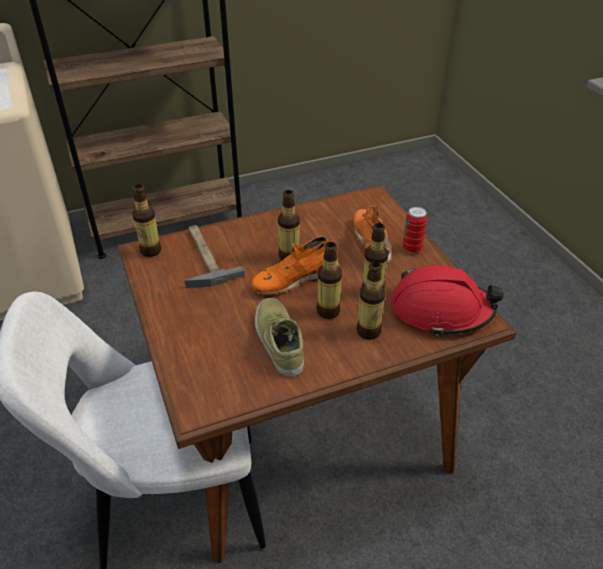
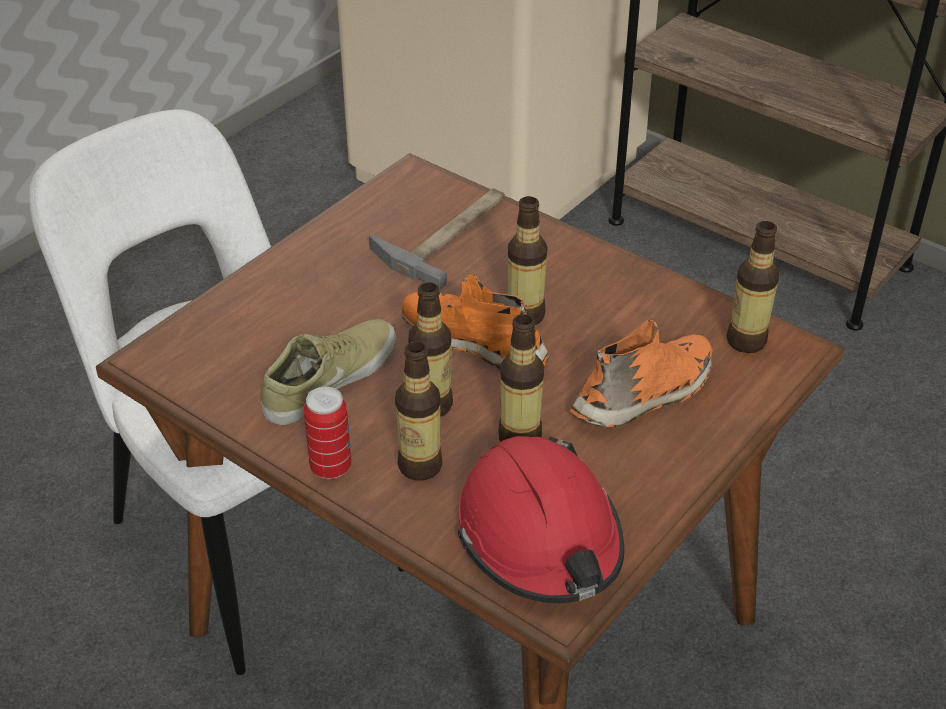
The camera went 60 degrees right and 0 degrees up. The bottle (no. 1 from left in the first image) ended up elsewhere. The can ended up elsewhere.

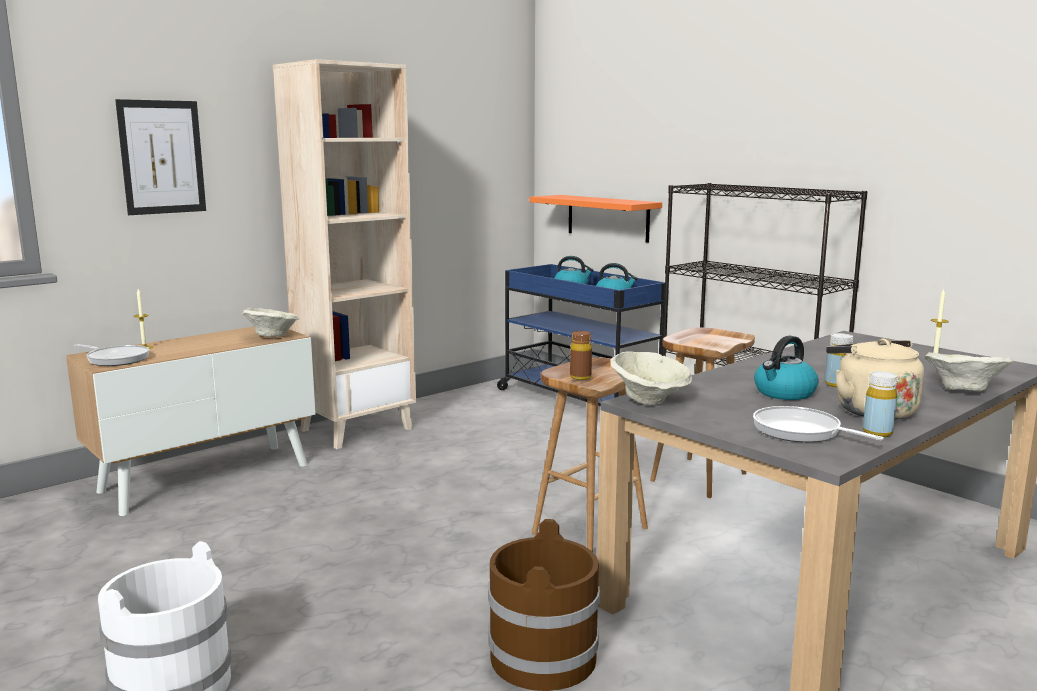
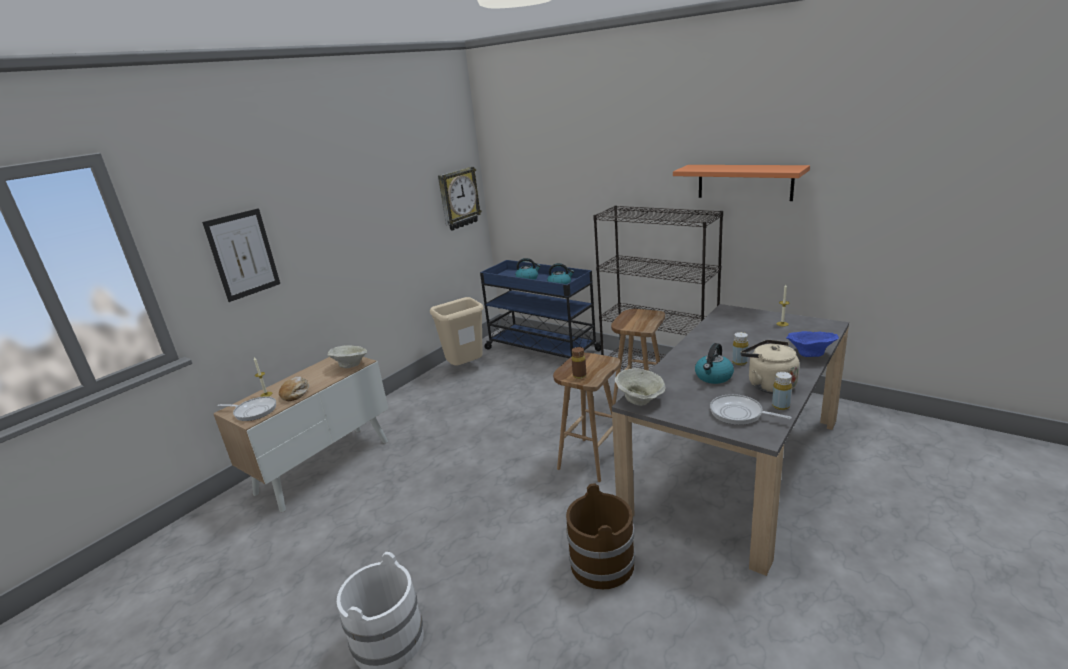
The camera went 10 degrees left and 10 degrees up. The second view lost the beige bookcase. The orange shelf ended up elsewhere. What was the beige bowl (no. 3 from left) turned into the blue bowl. The second view gained the bread. The second view gained the beige trash can. The second view gained the wall clock.

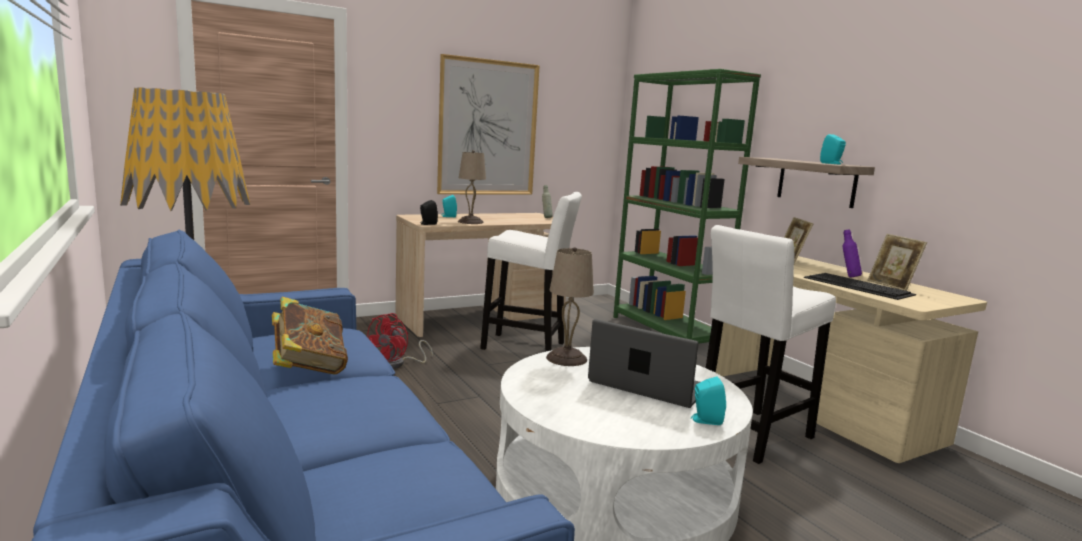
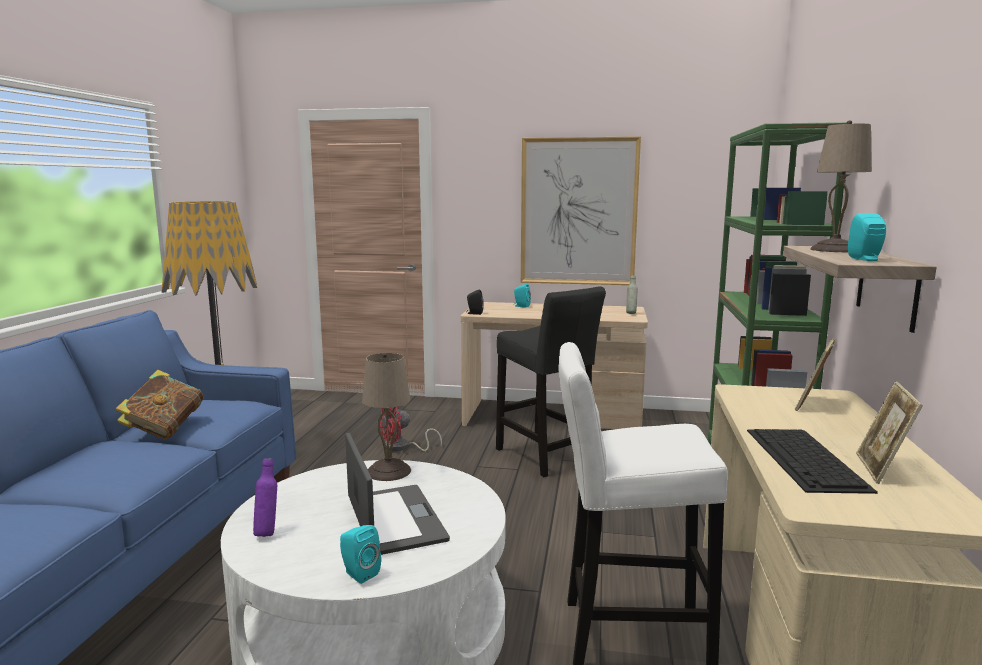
The camera went 40 degrees right and 0 degrees up. The beige table lamp (no. 1 from left in the first image) ended up elsewhere. What was the white stool (no. 1 from left) turned into the black stool. The purple bottle ended up elsewhere.

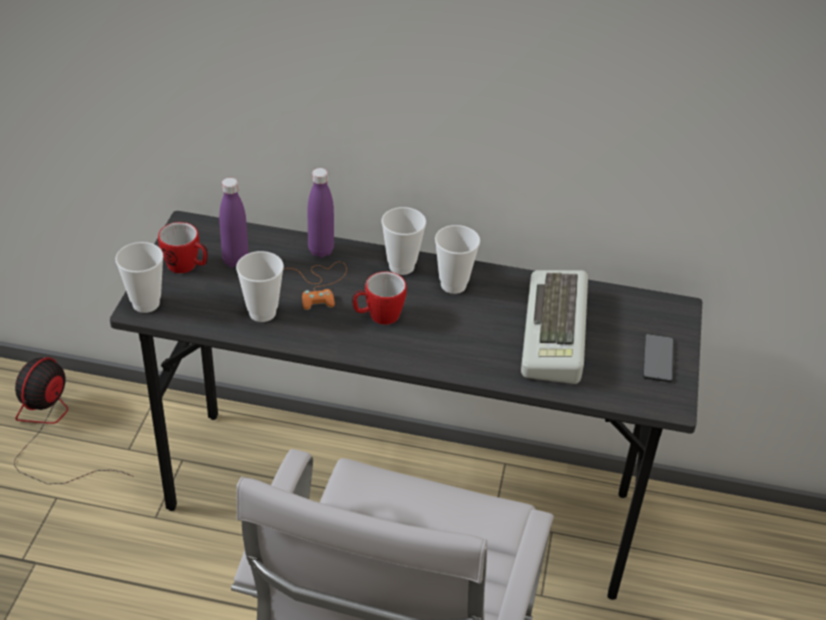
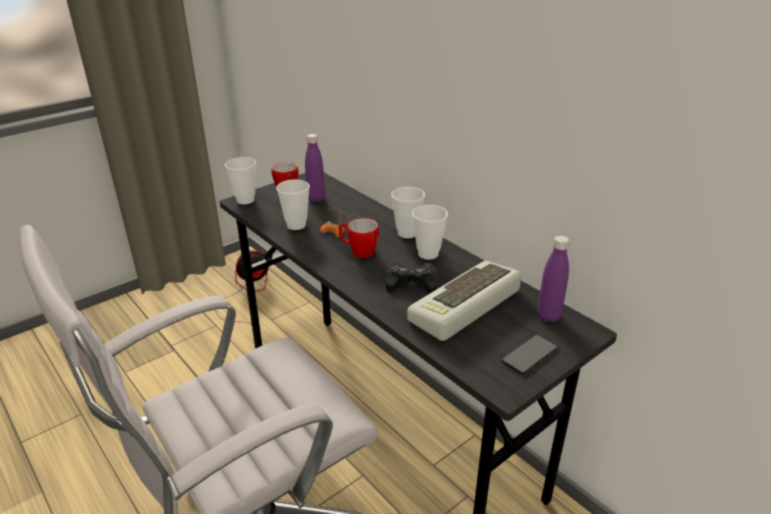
The camera went 40 degrees right and 10 degrees down. The purple bottle (no. 2 from left) ended up elsewhere. The second view gained the black game controller.

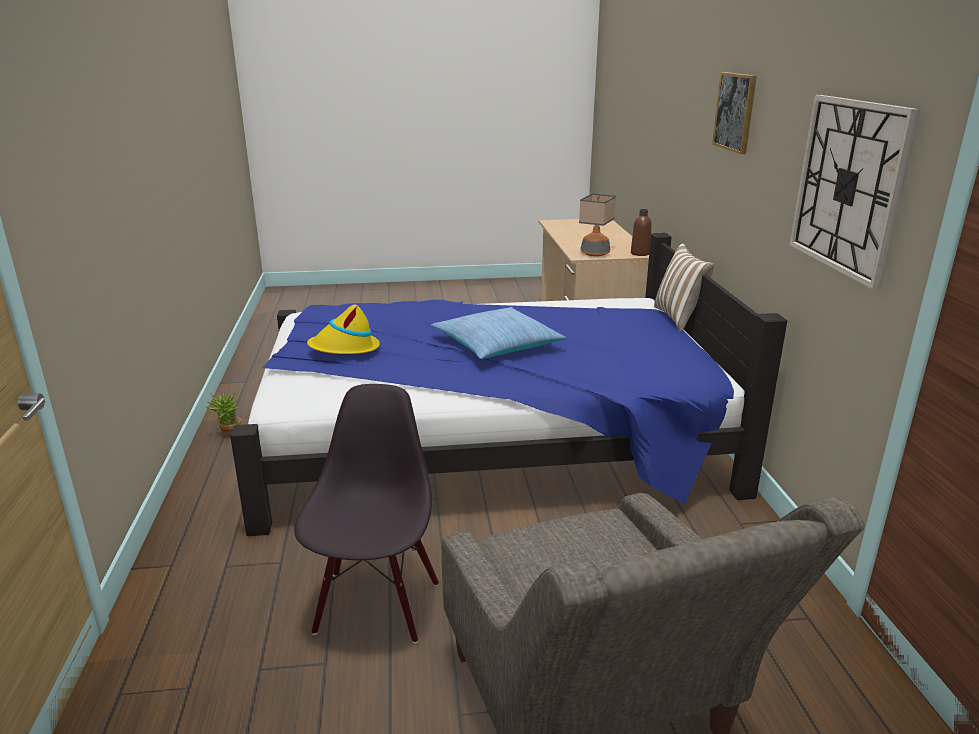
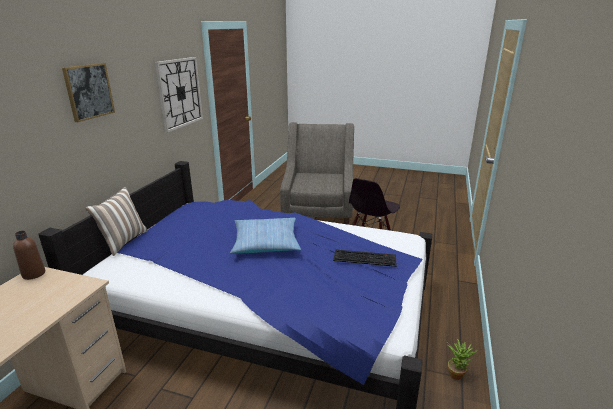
The camera went 155 degrees left and 0 degrees up. Where the yellow hat stood, the keyboard came to stand. The second view lost the table lamp.

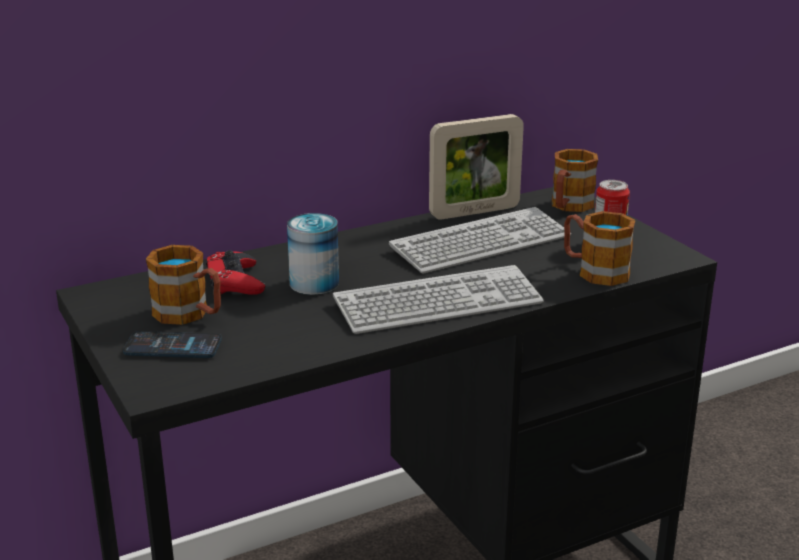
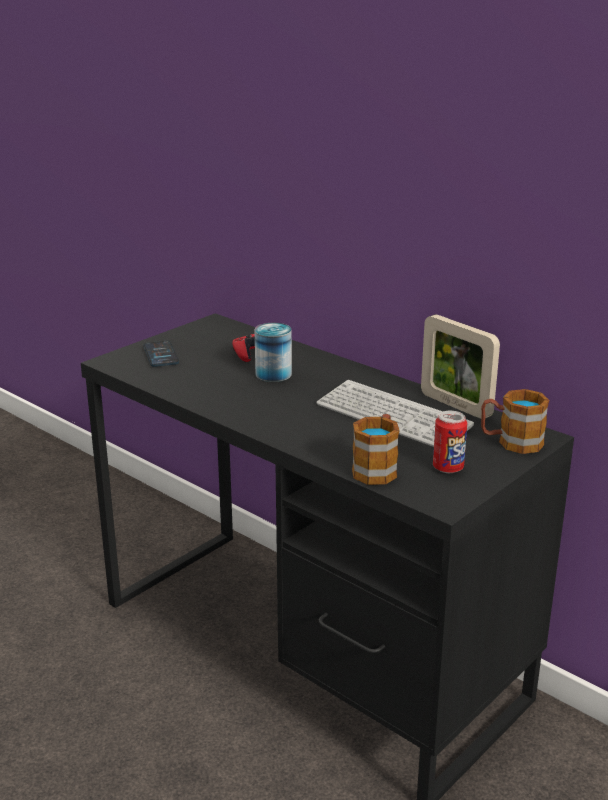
The camera went 70 degrees right and 0 degrees up. The second view lost the mug (no. 1 from left). The second view lost the keyboard (no. 1 from left).

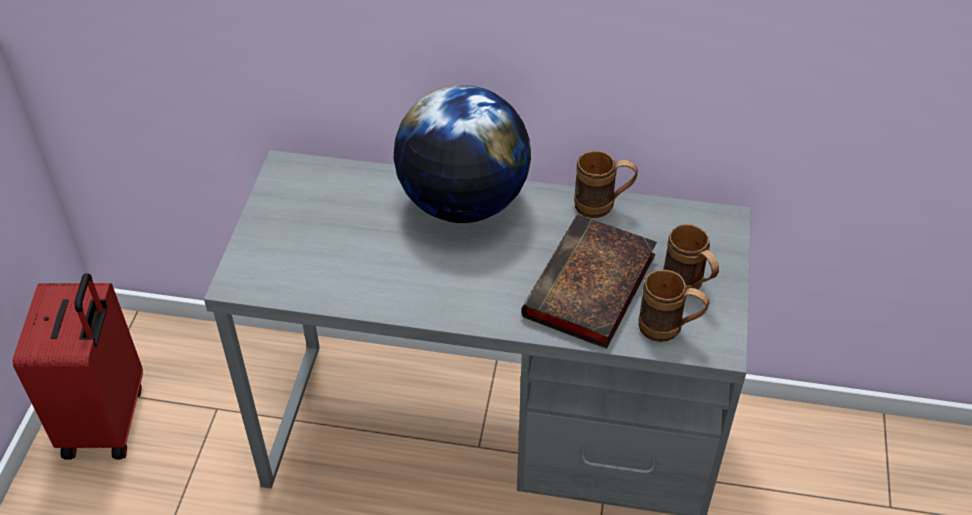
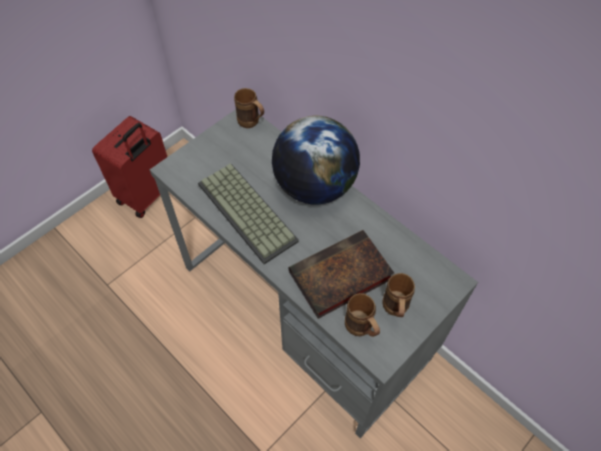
The camera went 35 degrees right and 10 degrees up. The brown mug (no. 1 from left) ended up elsewhere. The second view gained the keyboard.

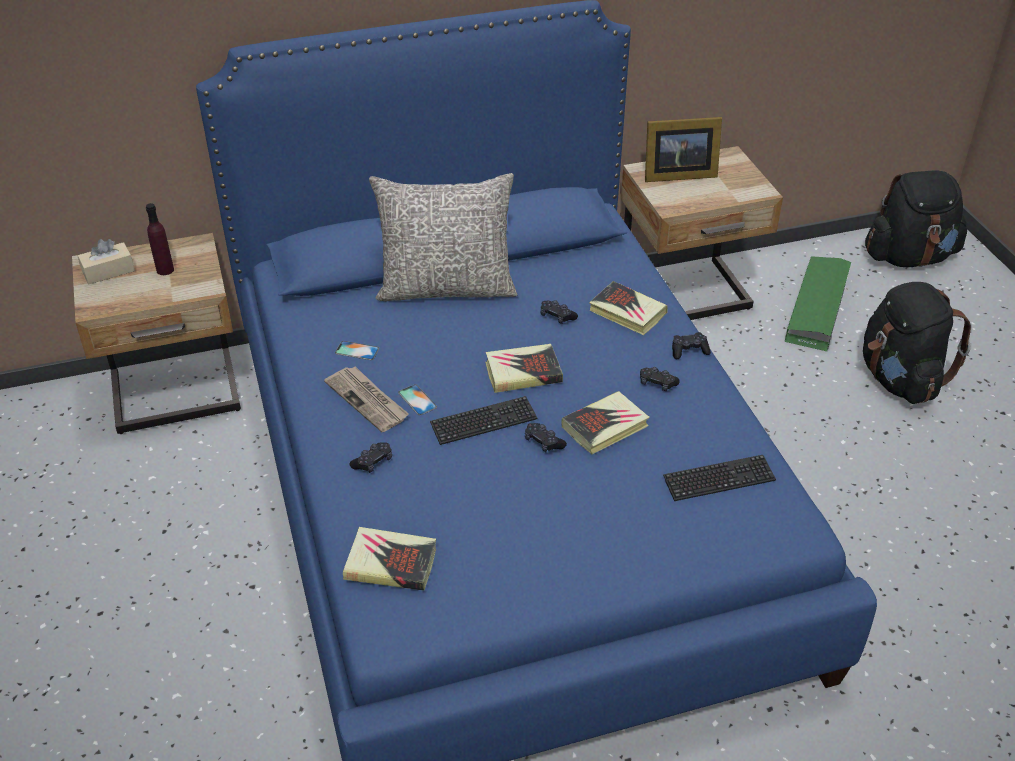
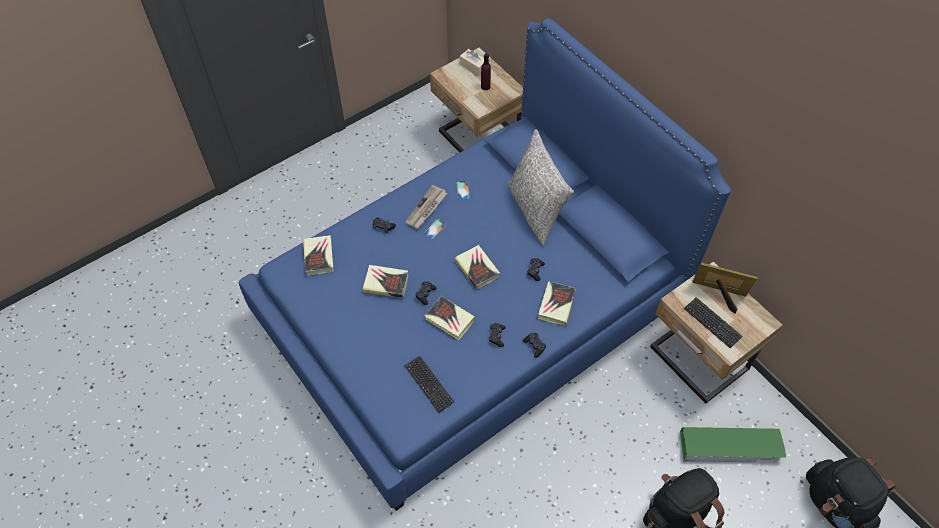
The camera went 70 degrees right and 15 degrees up. The keyboard (no. 1 from left in the first image) ended up elsewhere. The picture frame ended up facing another way, 135 degrees clockwise from before. The second view gained the book (no. 2 from left).

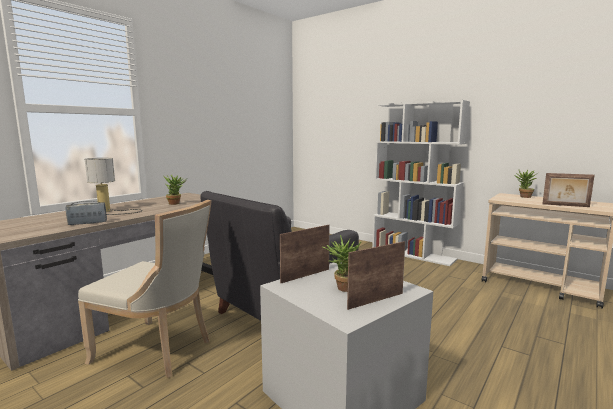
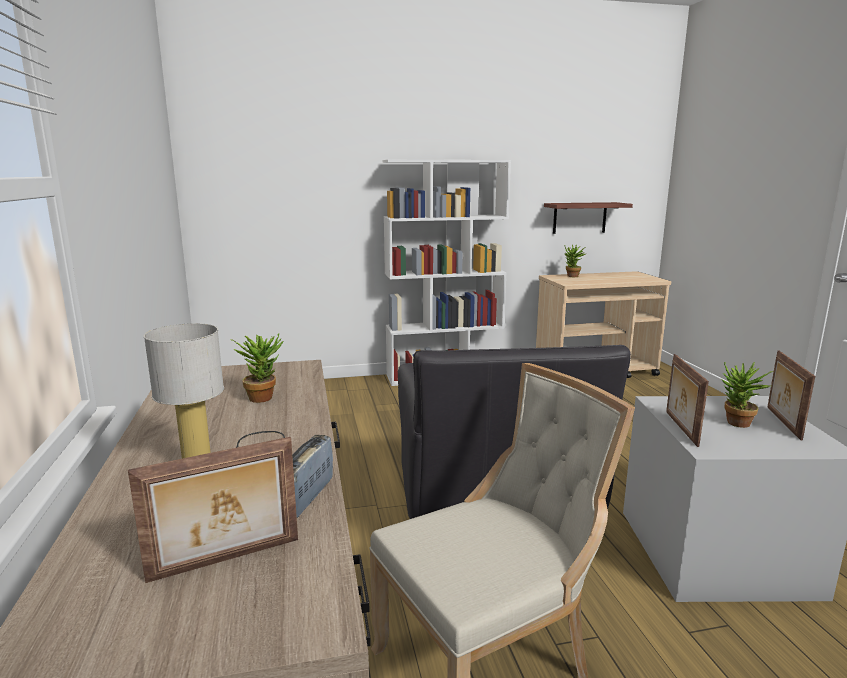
The camera went 50 degrees left and 5 degrees up. The picture frame (no. 3 from left in the first image) ended up elsewhere. The second view gained the shelf.

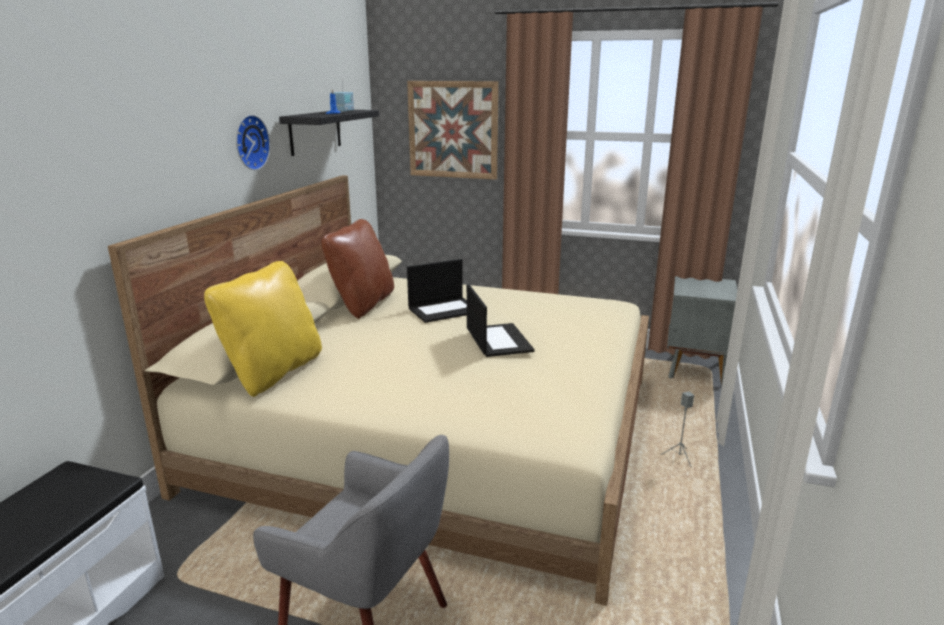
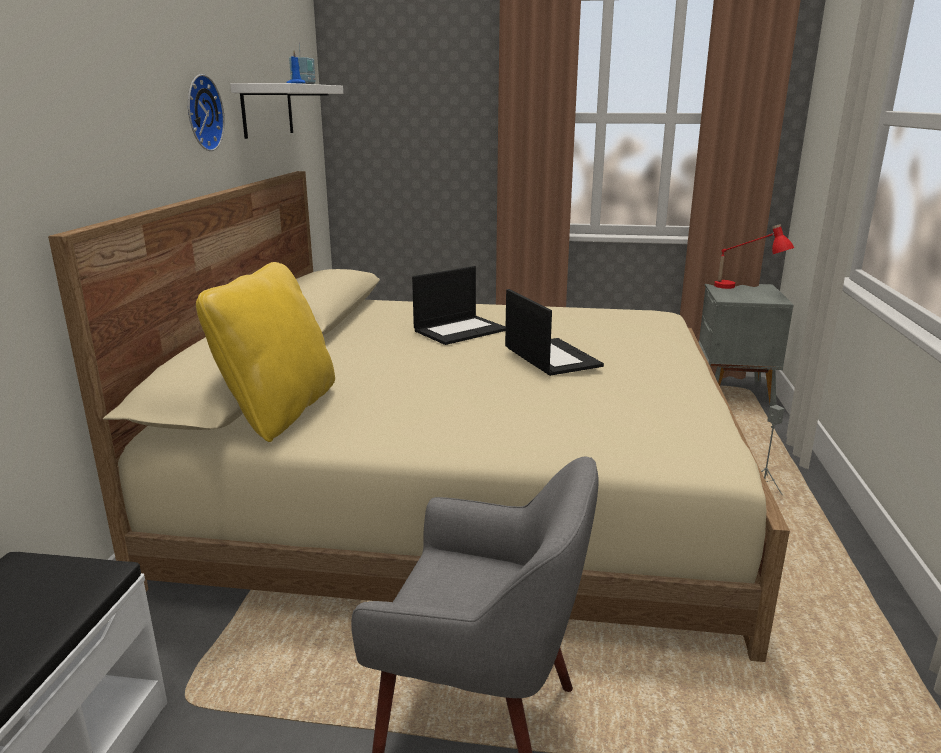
The camera went 10 degrees left and 0 degrees up. What was the black shelf turned into the white shelf. The second view lost the brown pillow. The second view lost the picture. The second view gained the red table lamp.

